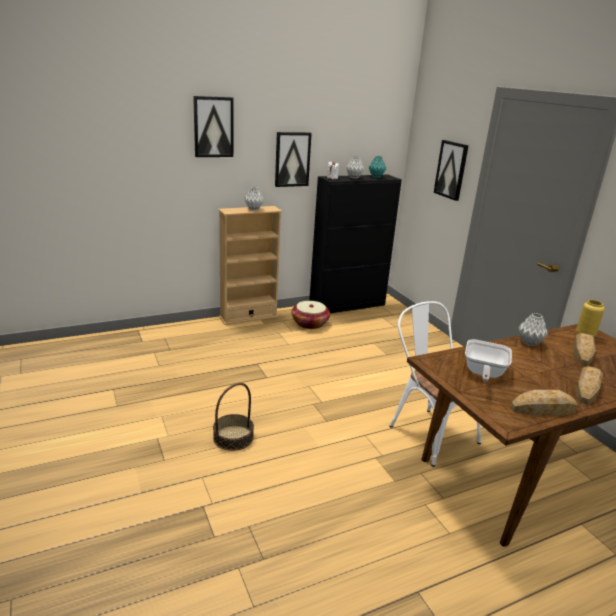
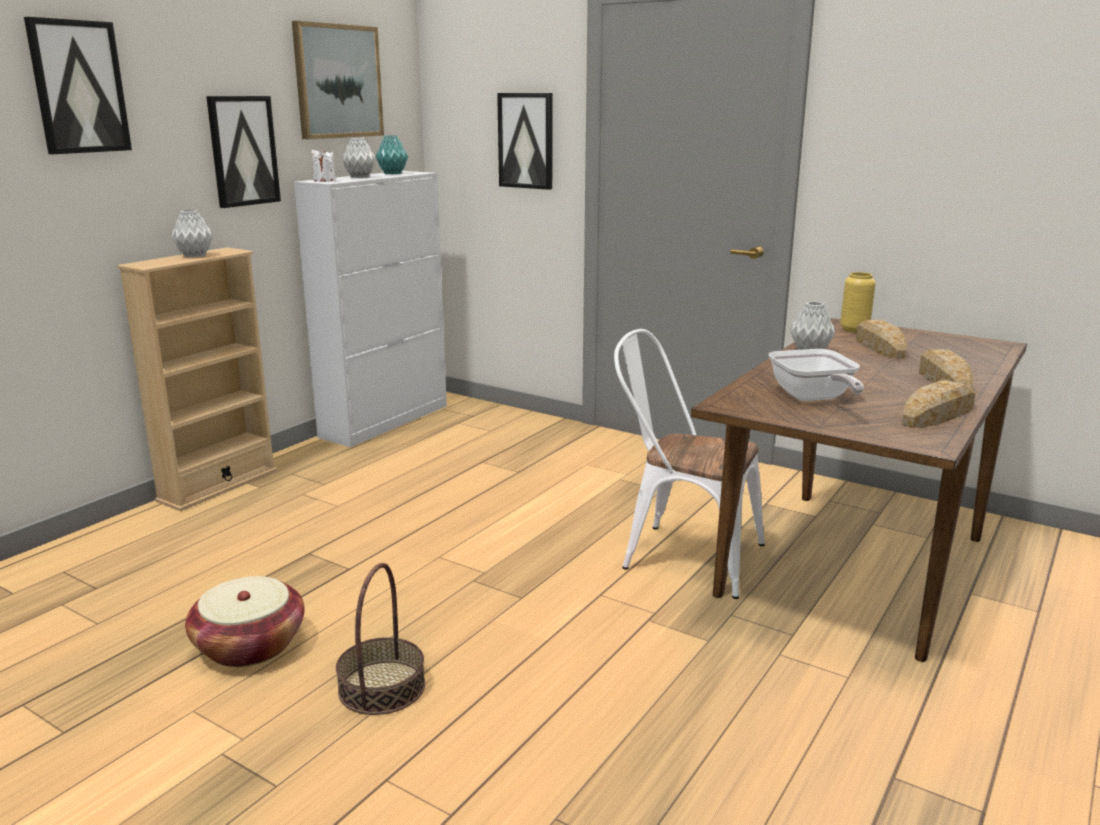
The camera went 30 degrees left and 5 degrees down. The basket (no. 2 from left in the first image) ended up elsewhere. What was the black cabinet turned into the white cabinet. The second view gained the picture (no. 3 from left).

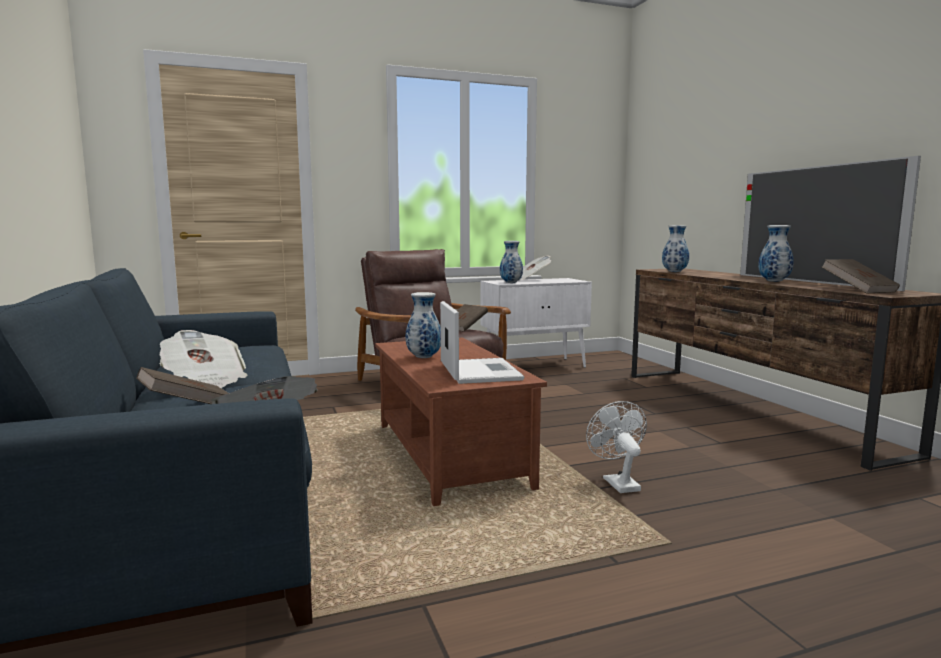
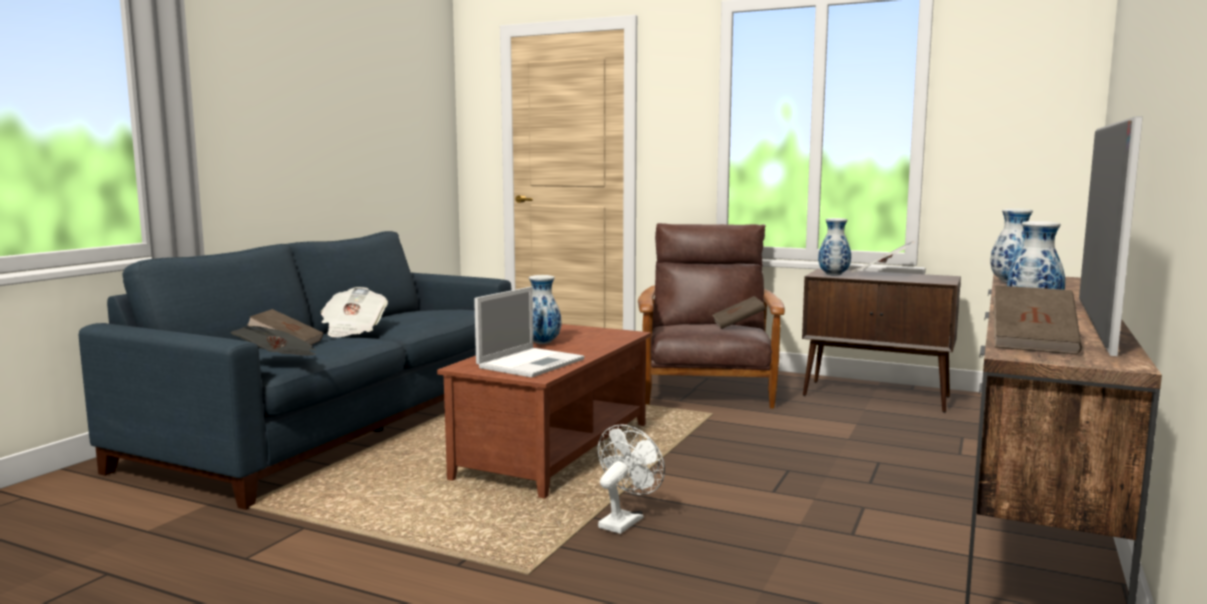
The camera went 45 degrees right and 0 degrees up. What was the white cabinet turned into the brown cabinet.

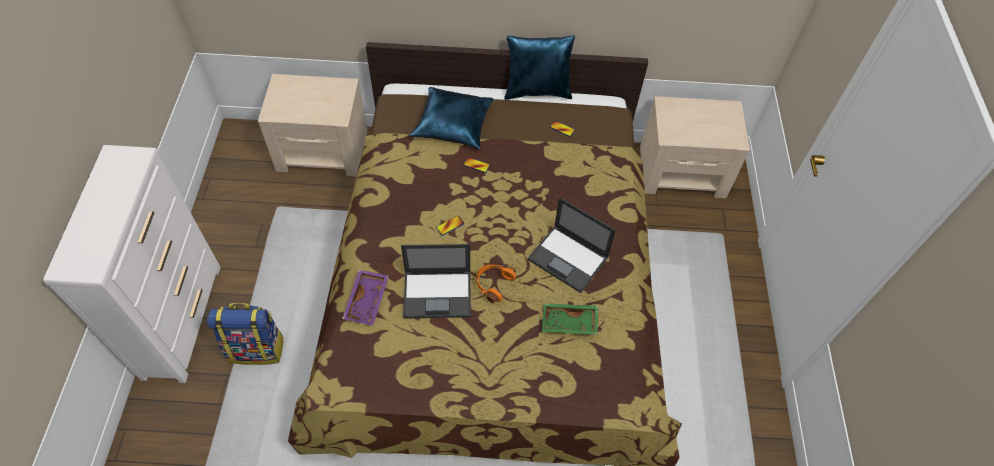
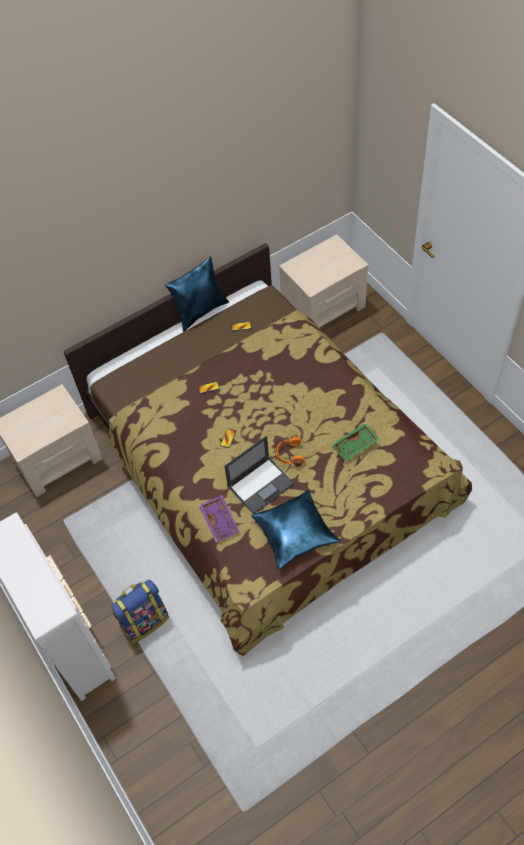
The camera went 30 degrees left and 0 degrees up. The blue pillow (no. 1 from left in the first image) ended up elsewhere. The second view lost the laptop (no. 2 from left).

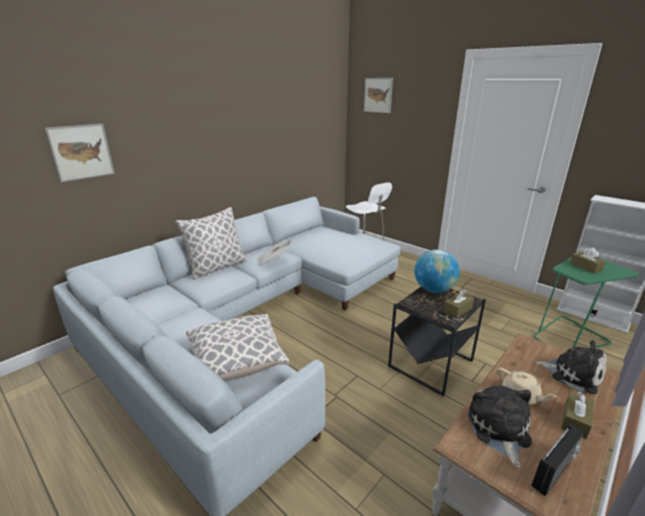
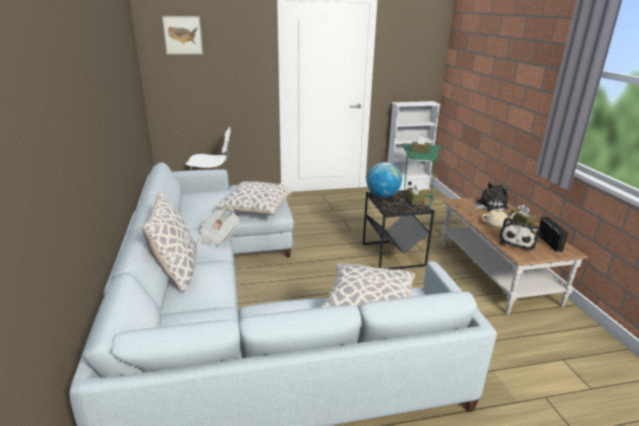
The camera went 55 degrees left and 0 degrees up. The second view lost the picture (no. 1 from left). The plush toy (no. 1 from left in the first image) ended up facing another way, 105 degrees counterclockwise from before. The second view gained the pillow (no. 2 from left).

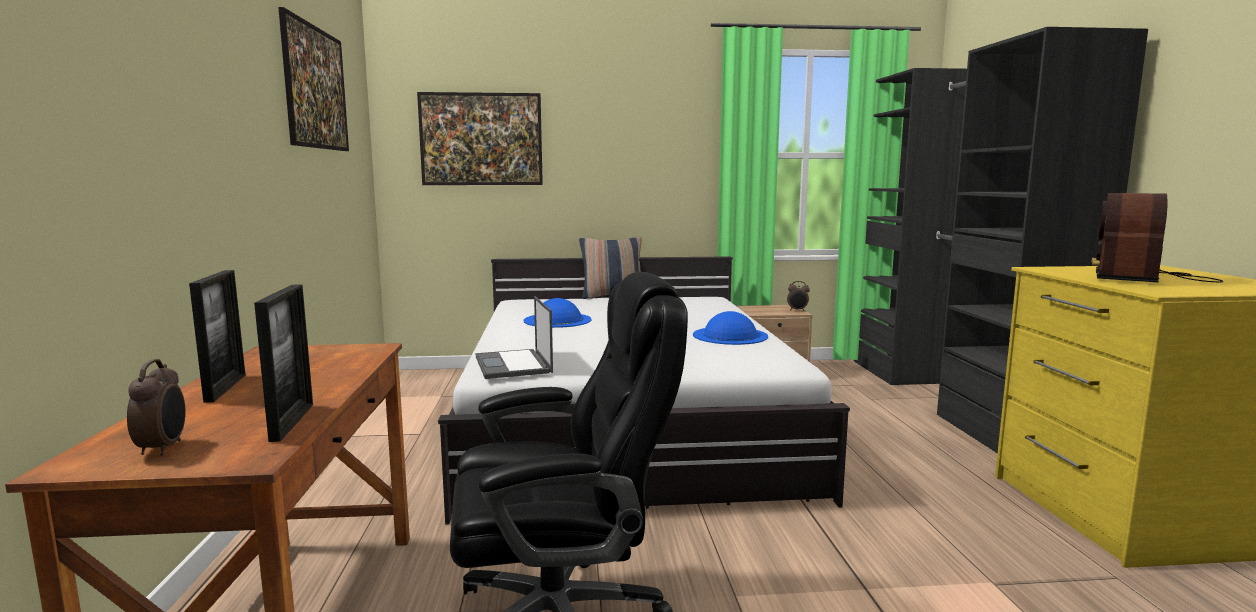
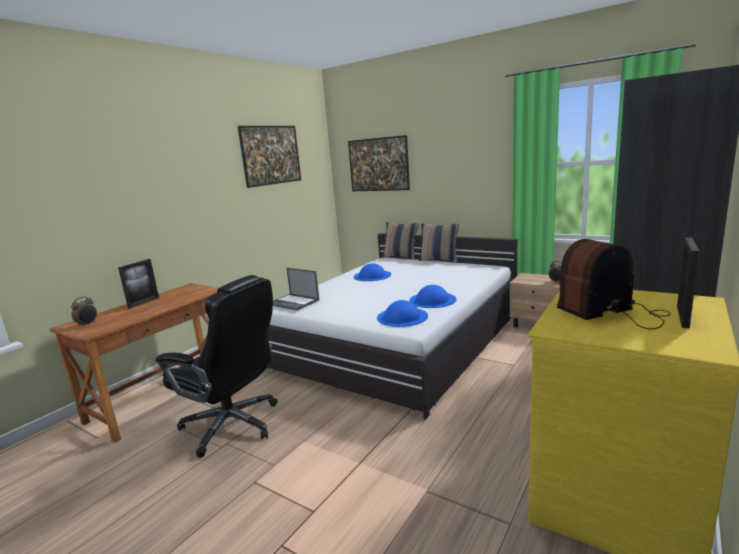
The camera went 40 degrees right and 5 degrees up. The picture frame (no. 2 from left) ended up elsewhere. The laptop ended up facing another way, 75 degrees counterclockwise from before. The second view gained the blue hat (no. 2 from left). The second view gained the pillow (no. 1 from left).

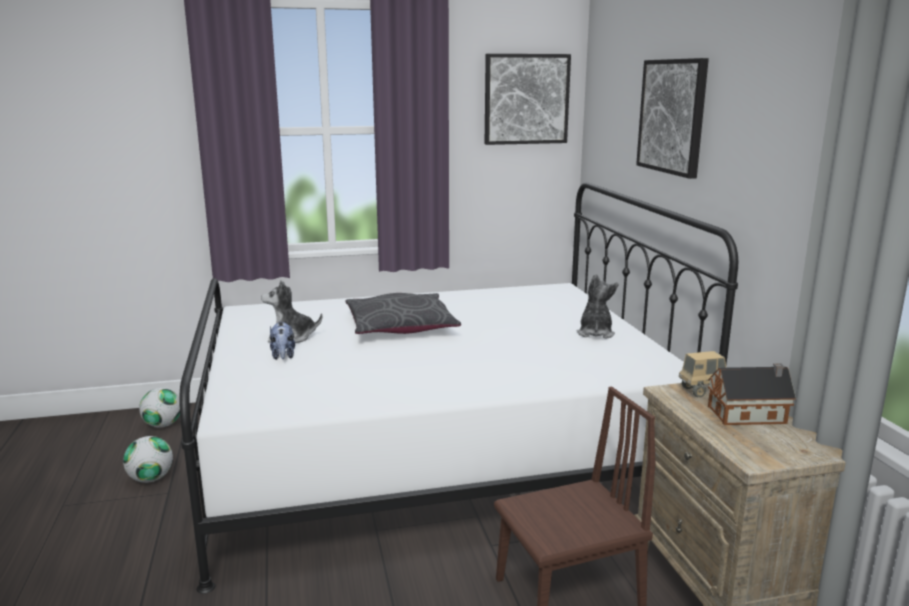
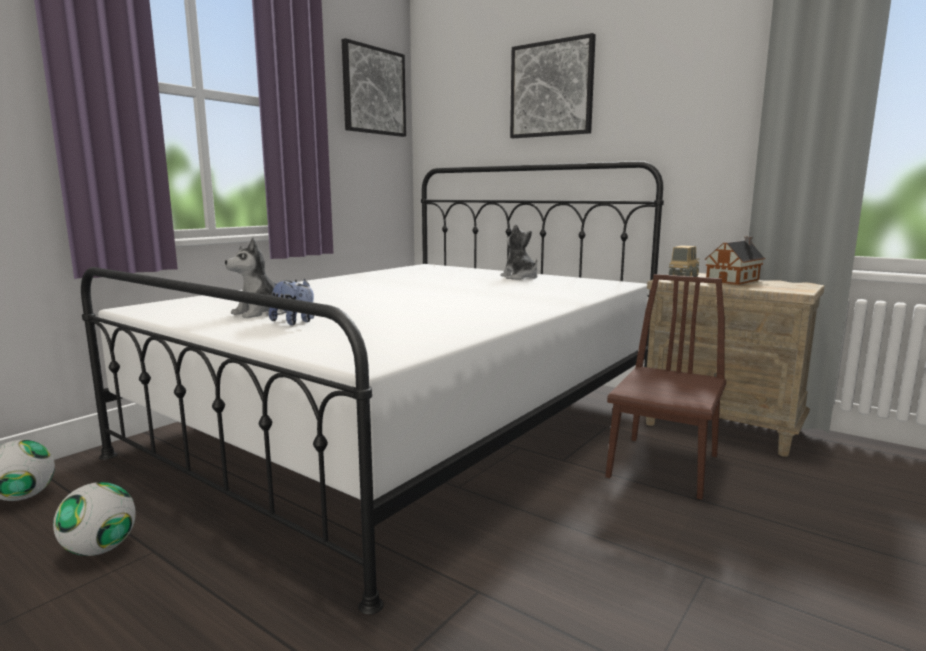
The camera went 40 degrees left and 5 degrees down. The second view lost the grey pillow.

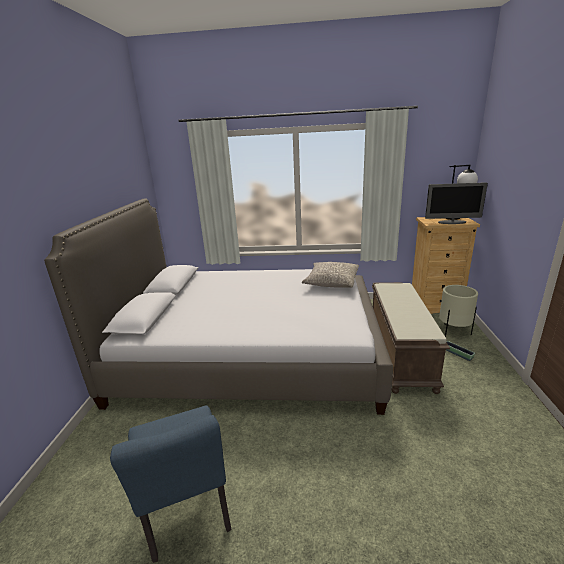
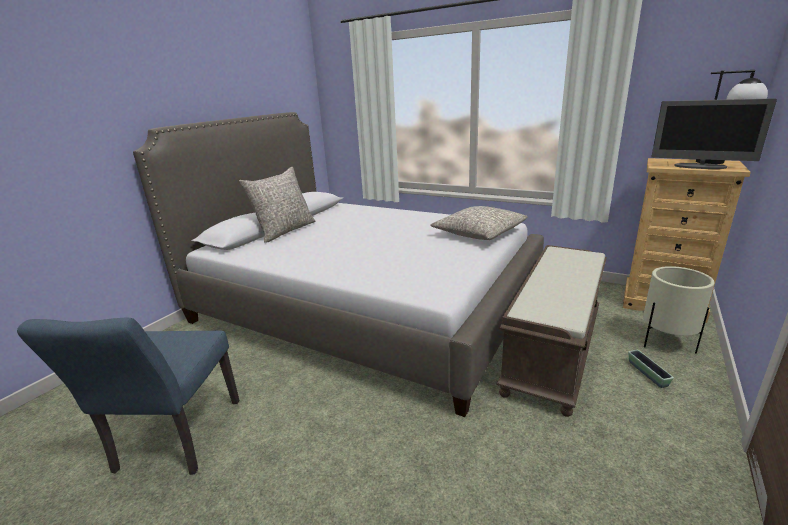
The camera went 25 degrees right and 0 degrees up. The second view gained the grey pillow (no. 1 from left).

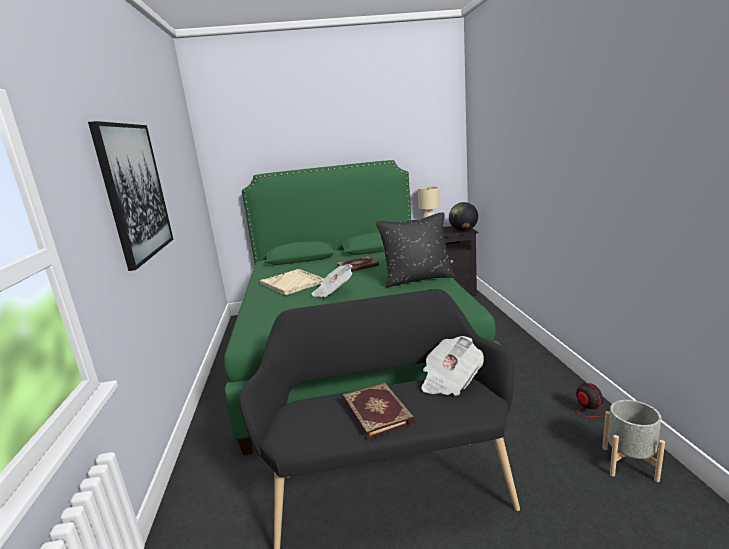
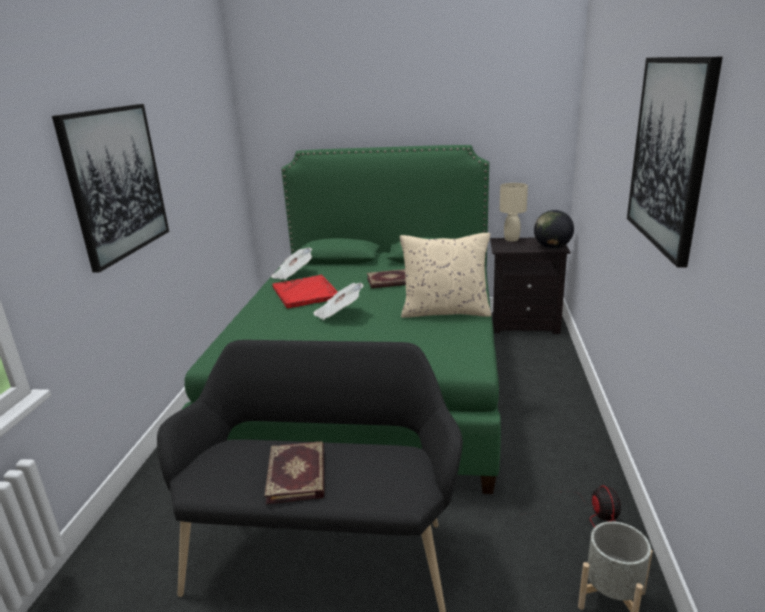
The camera went 15 degrees right and 5 degrees up. What was the beige tray turned into the red tray. What was the black pillow turned into the beige pillow. The newspaper (no. 2 from left in the first image) ended up elsewhere. The second view gained the picture (no. 2 from left).

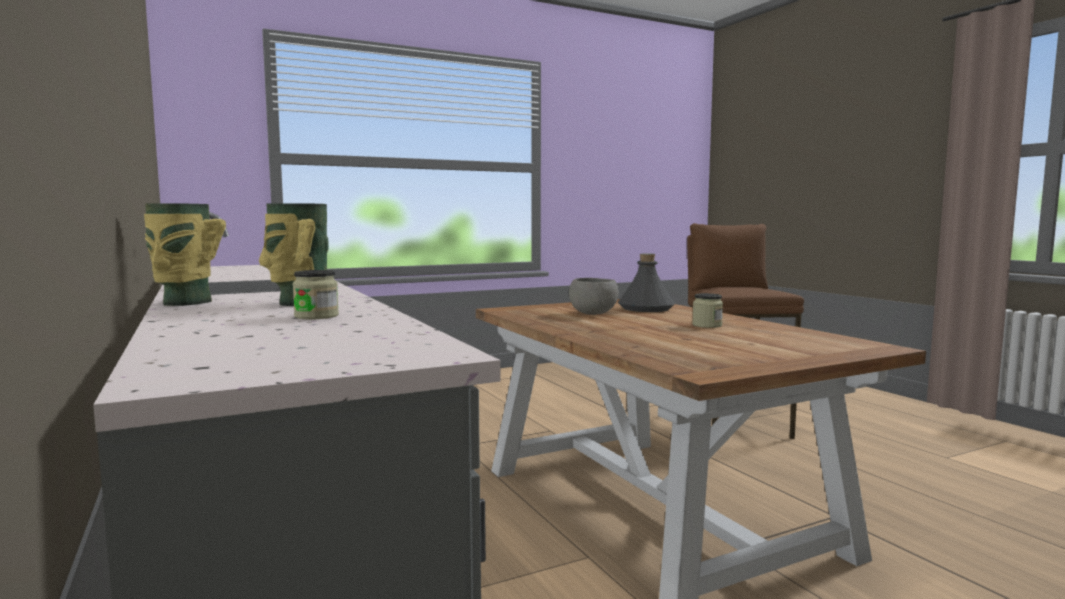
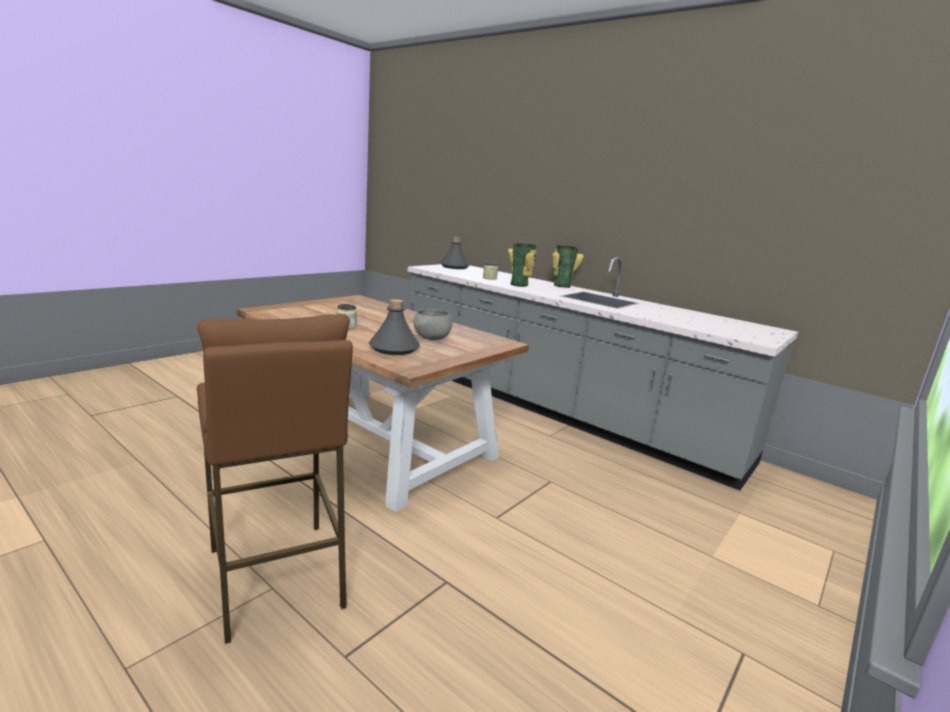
The camera went 155 degrees right and 10 degrees up. The second view gained the grey bottle (no. 2 from left).

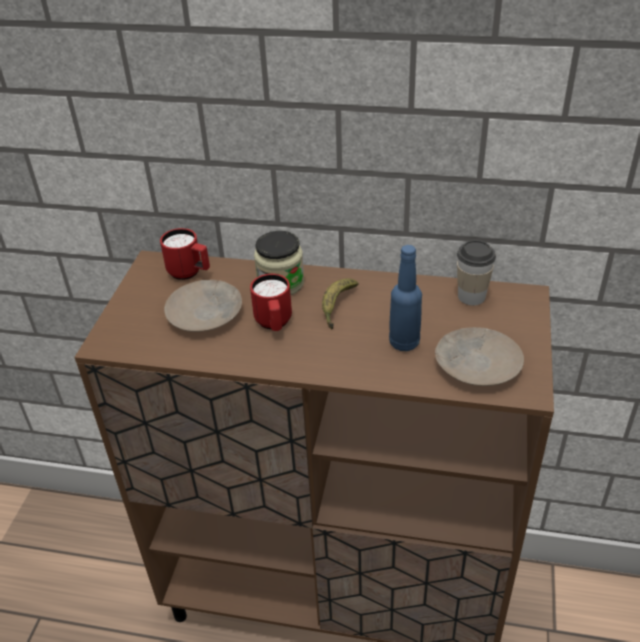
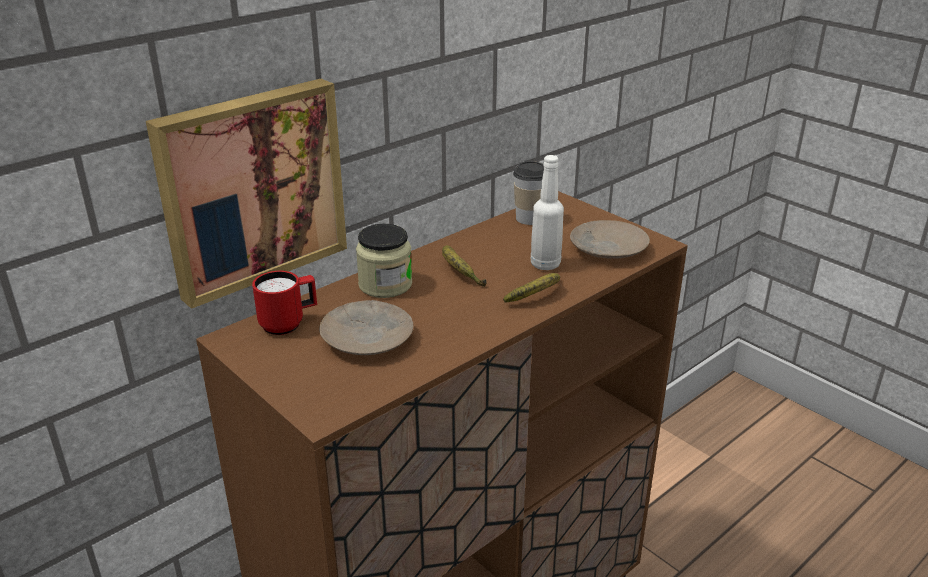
The camera went 55 degrees left and 10 degrees down. The second view lost the red mug (no. 2 from left). What was the blue bottle turned into the white bottle. The second view gained the picture. The second view gained the banana (no. 2 from left).

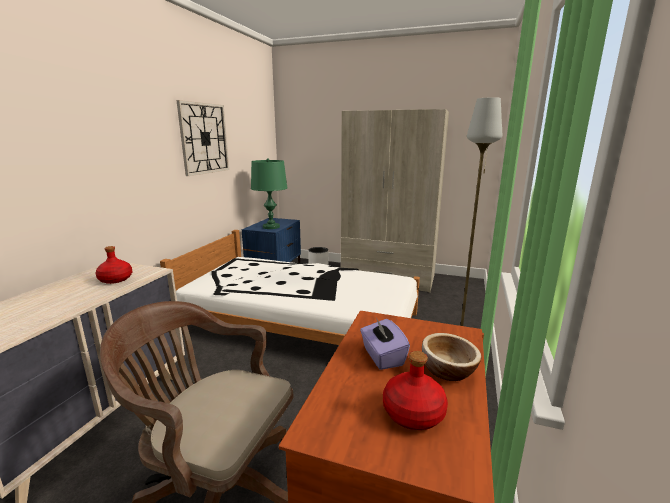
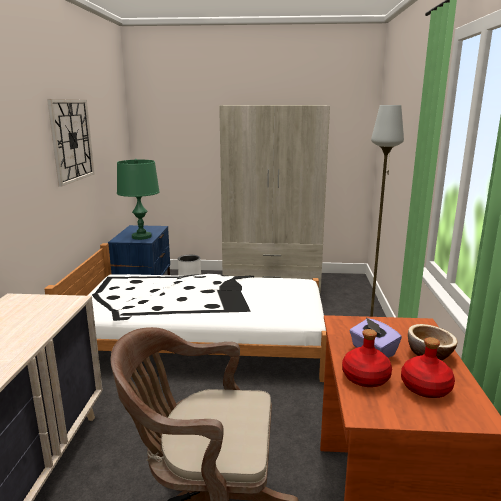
The camera went 15 degrees left and 0 degrees up. The red bottle (no. 1 from left) ended up elsewhere.

